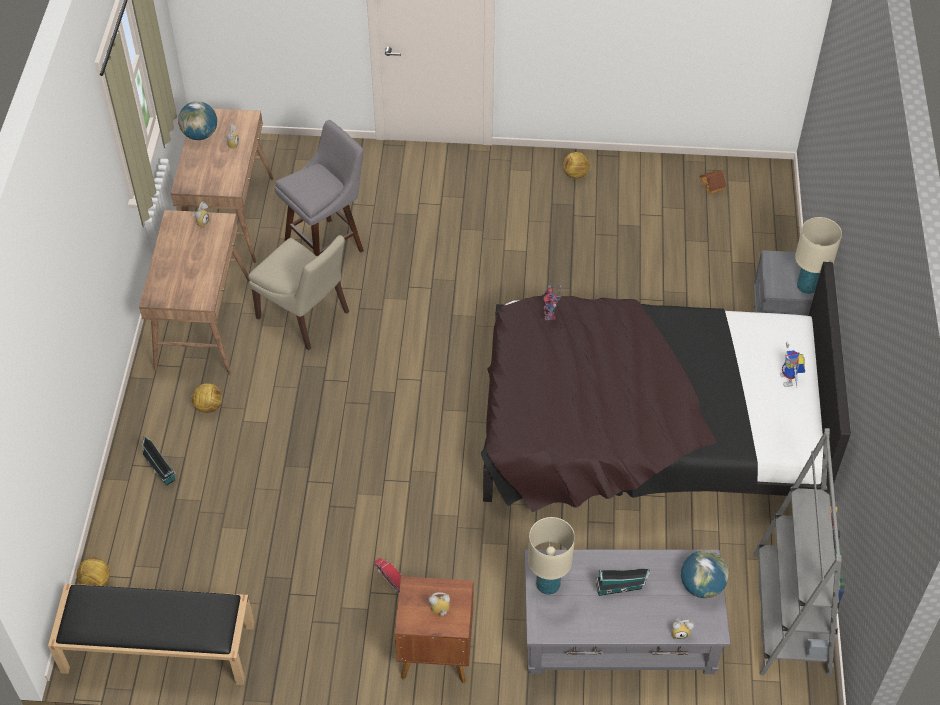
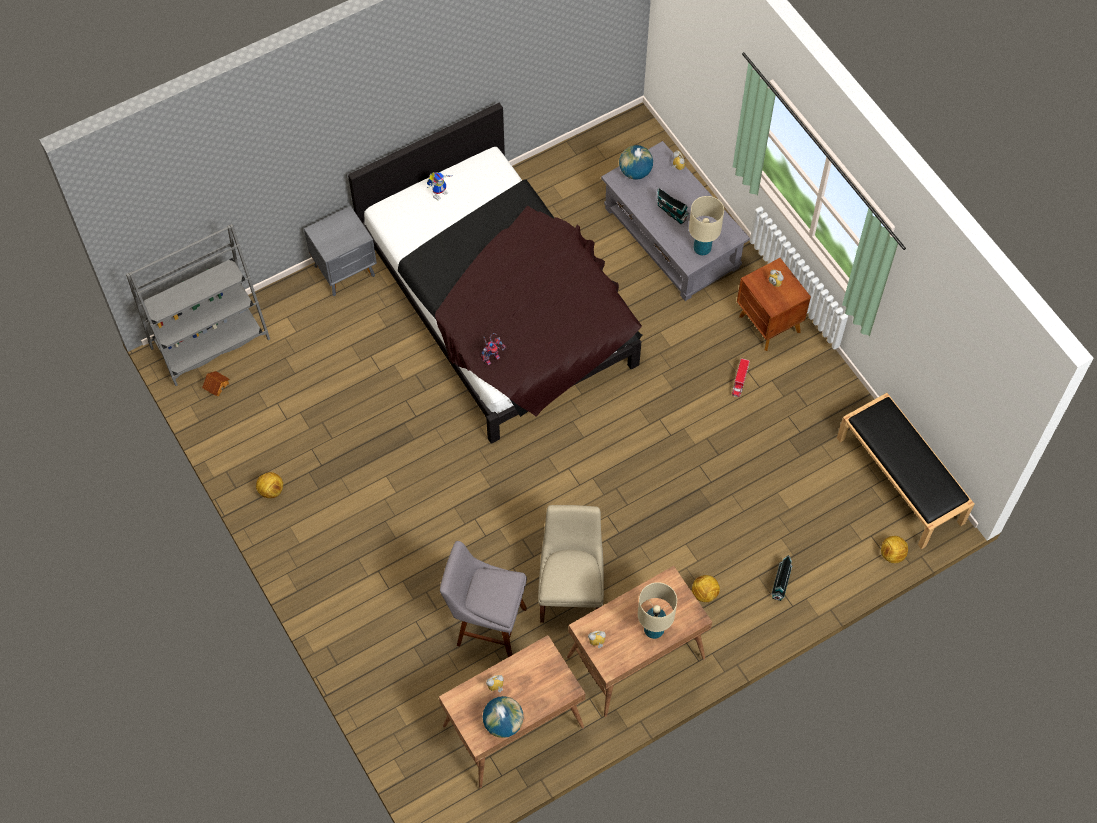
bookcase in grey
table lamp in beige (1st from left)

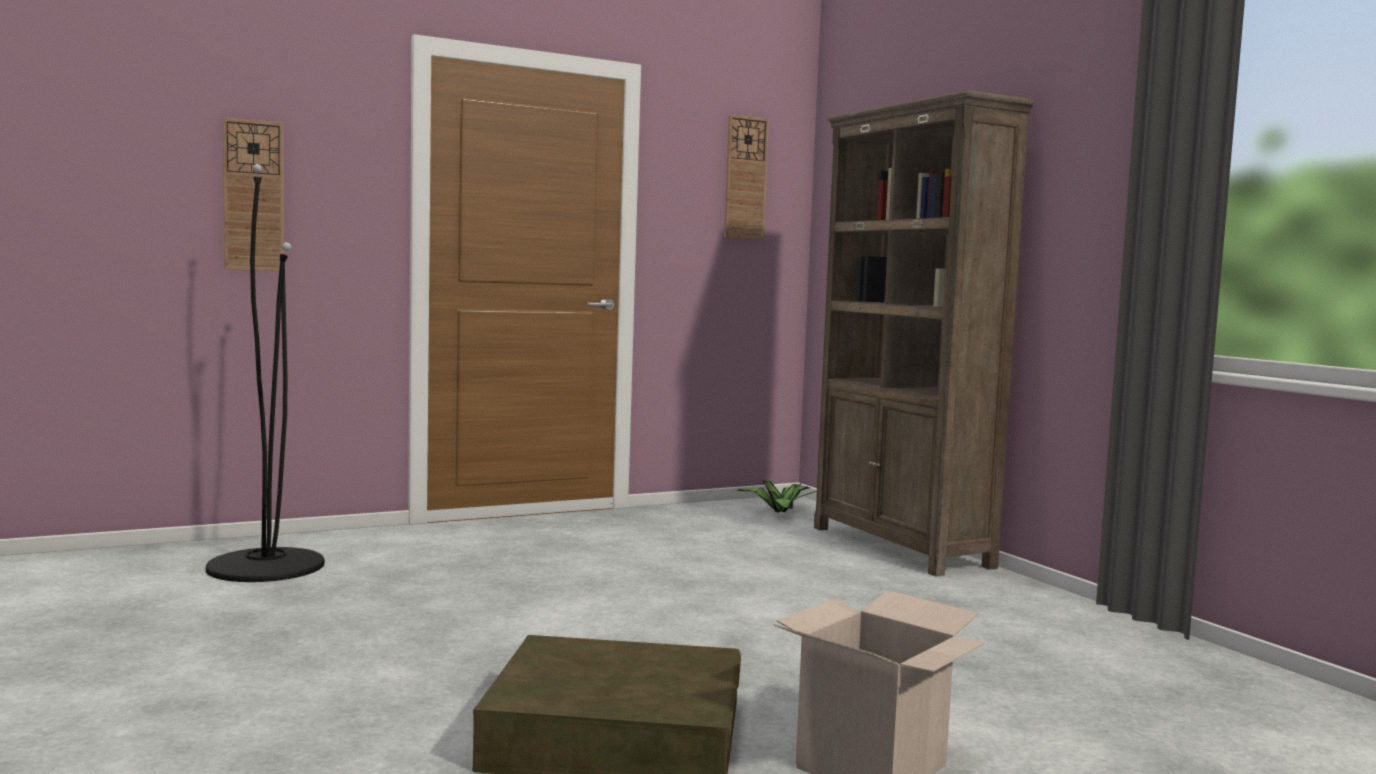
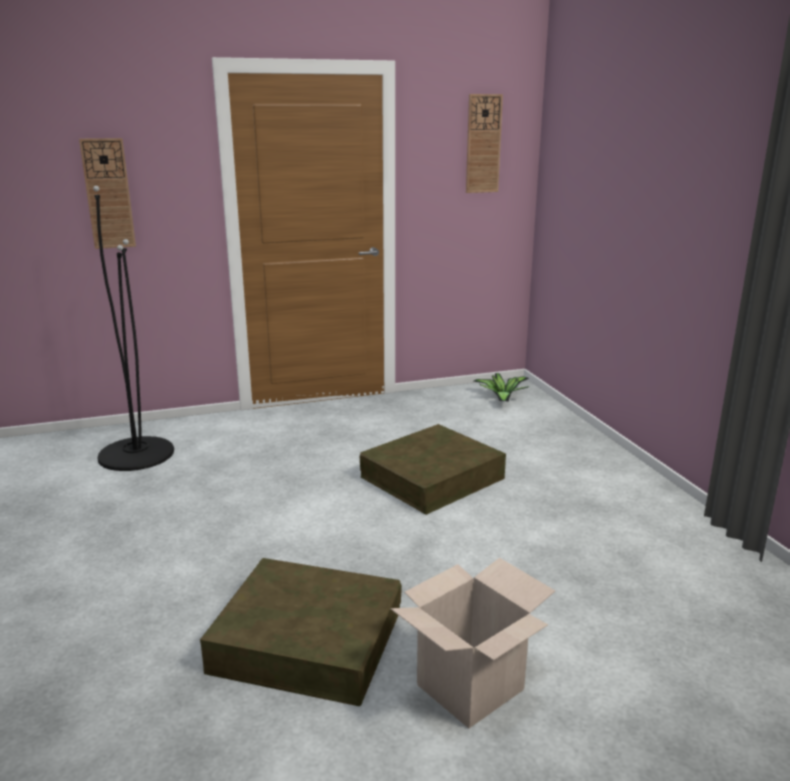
bookcase in brown
storage box in brown (2nd from left)

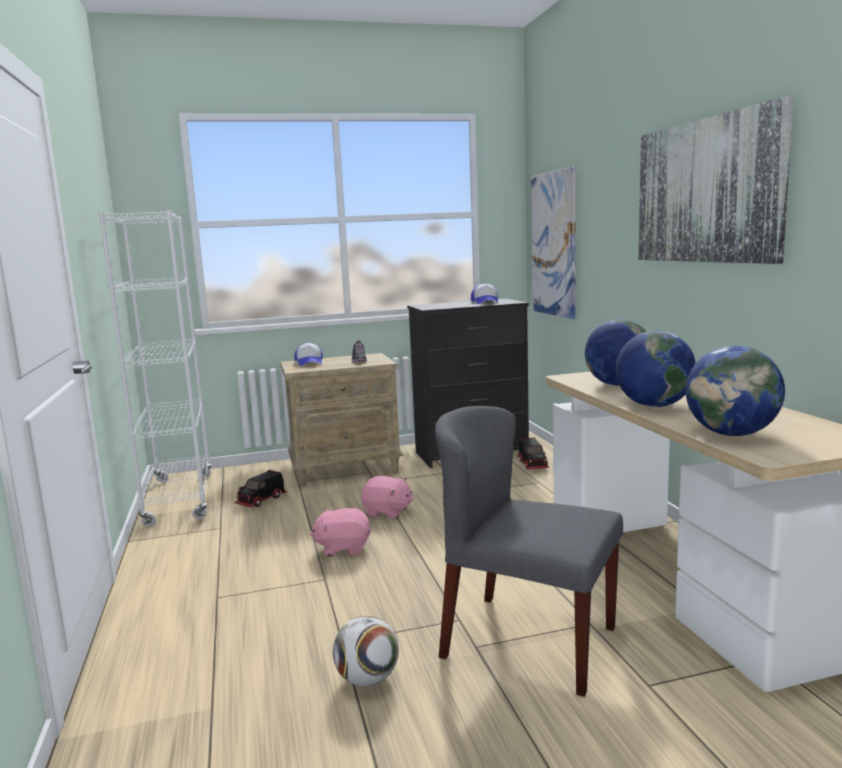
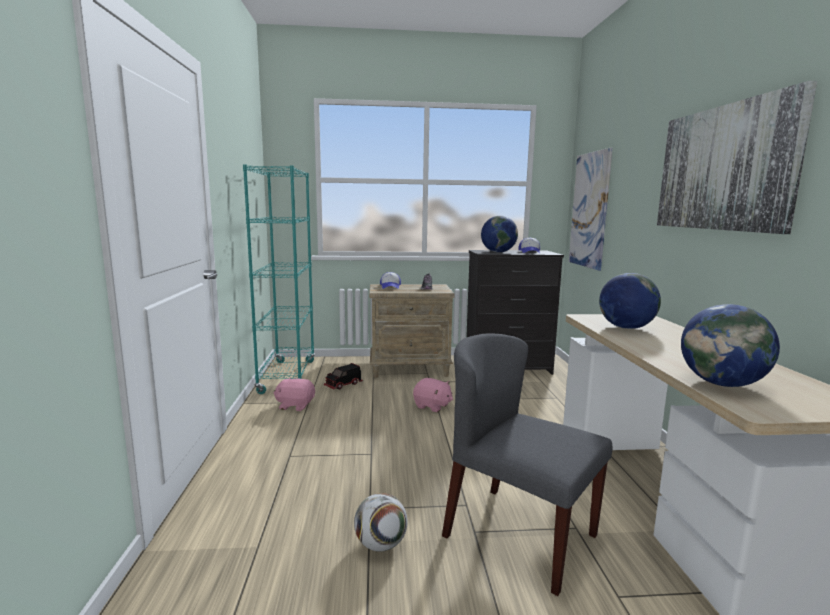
toy truck (2nd from left in the first image)
plush toy in pink (1st from left)
globe (1st from left)
bookcase in turquoise

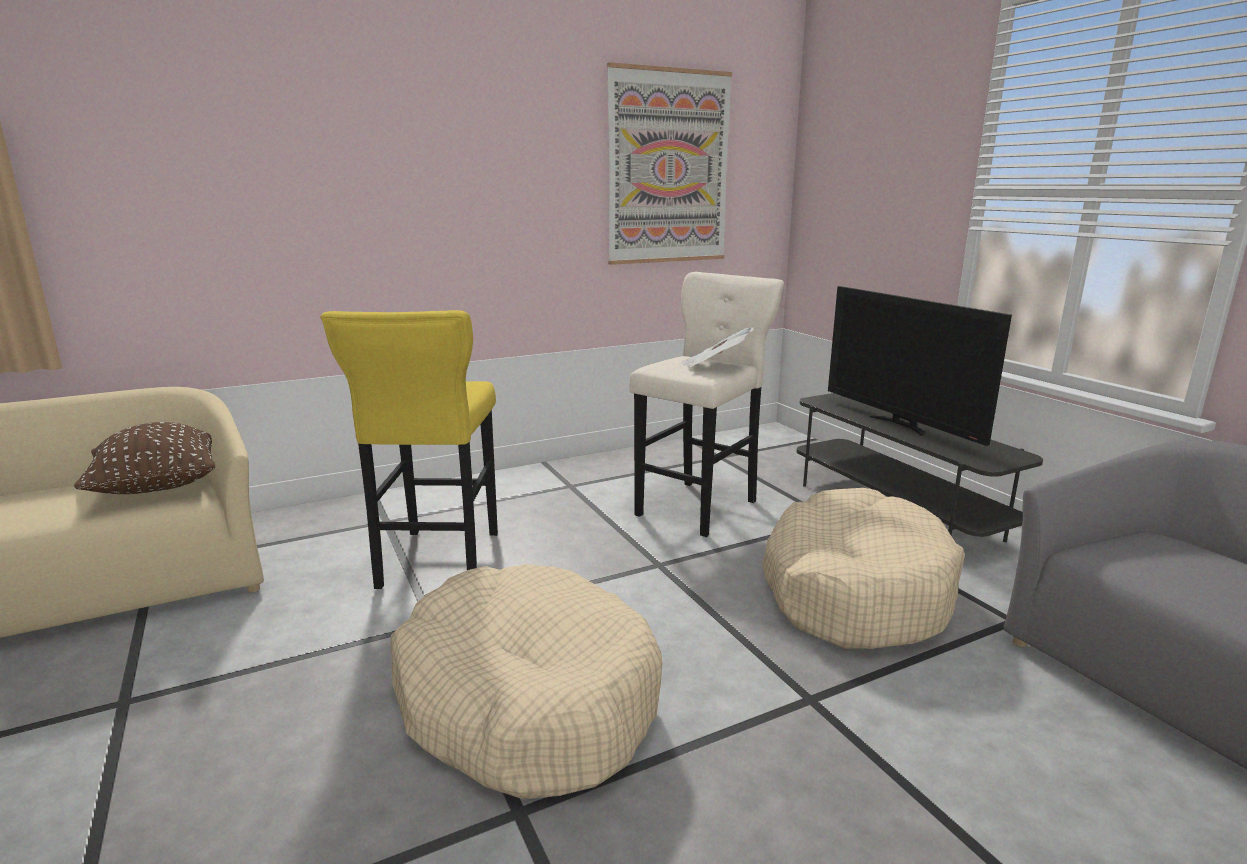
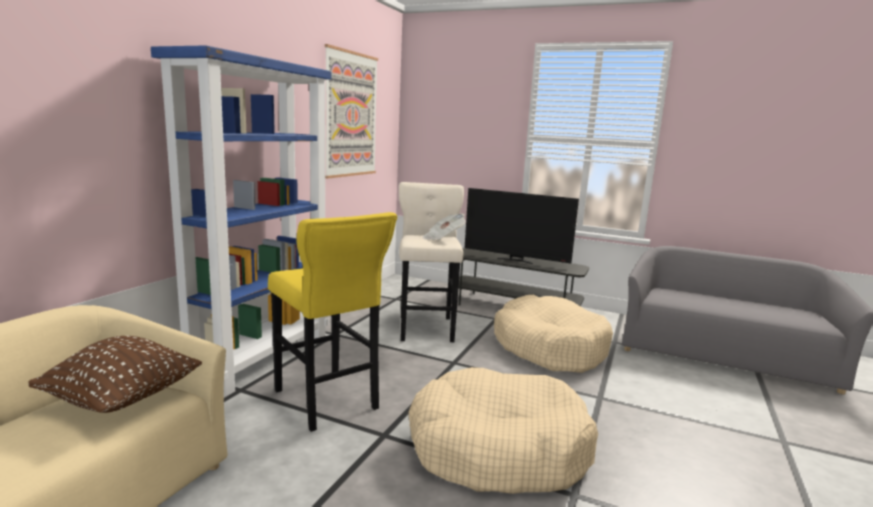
bookcase in blue

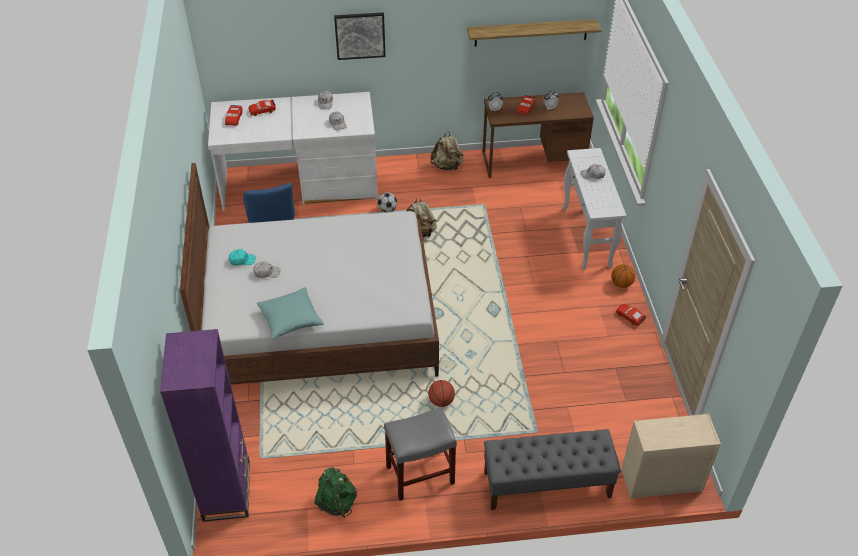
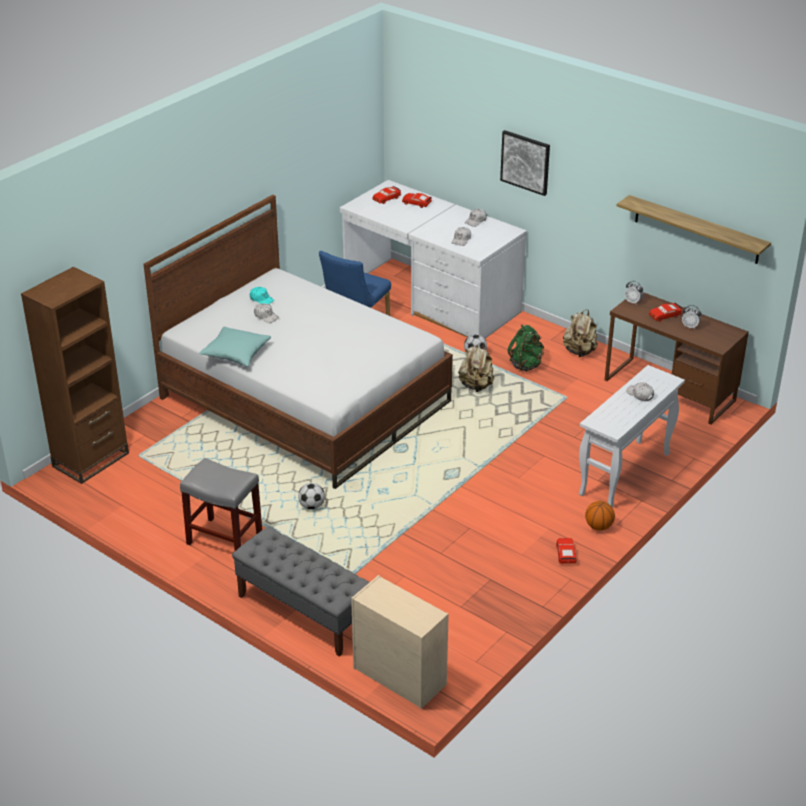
backpack in green
football (1st from left)
bookcase in brown

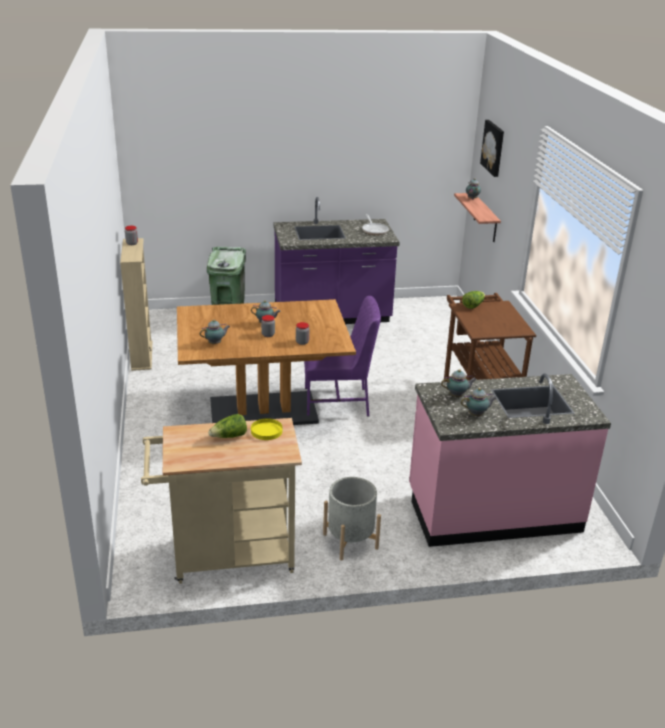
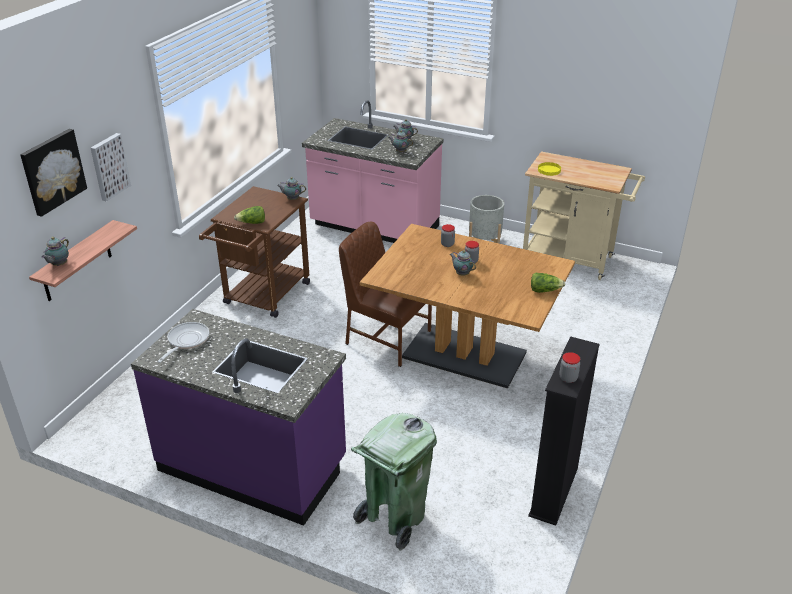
picture (2nd from left)
teapot (2nd from left)
lettuce (2nd from left)
bookcase in black
chair in brown

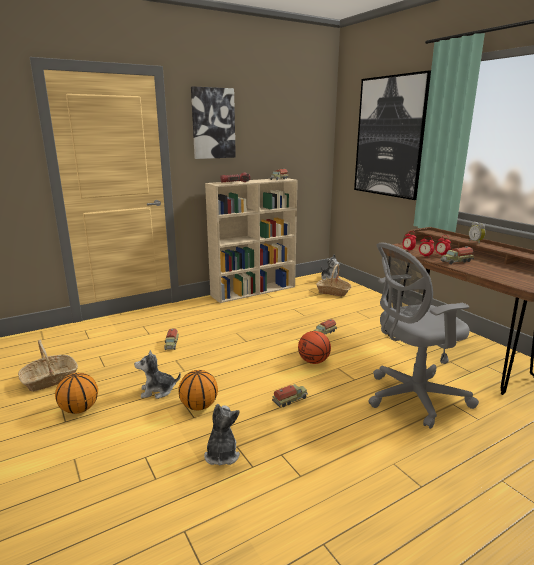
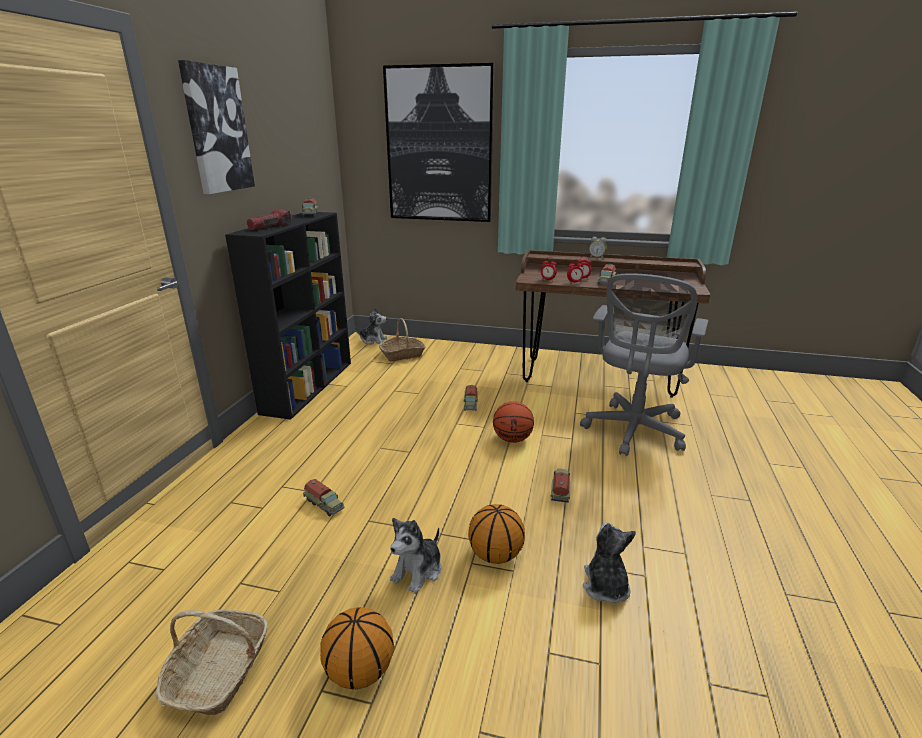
bookcase in black
plush toy (3rd from left)

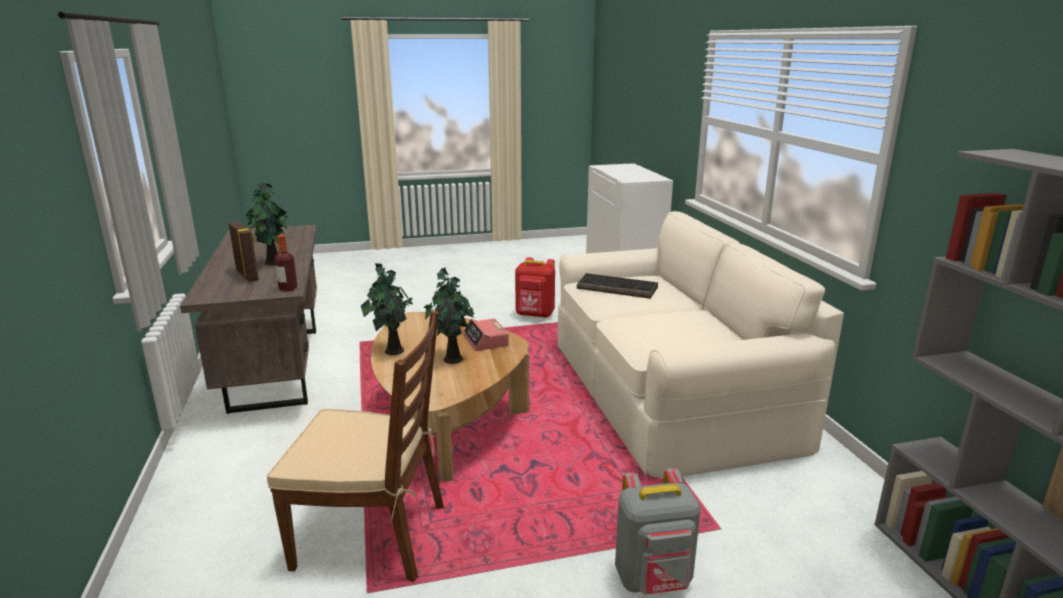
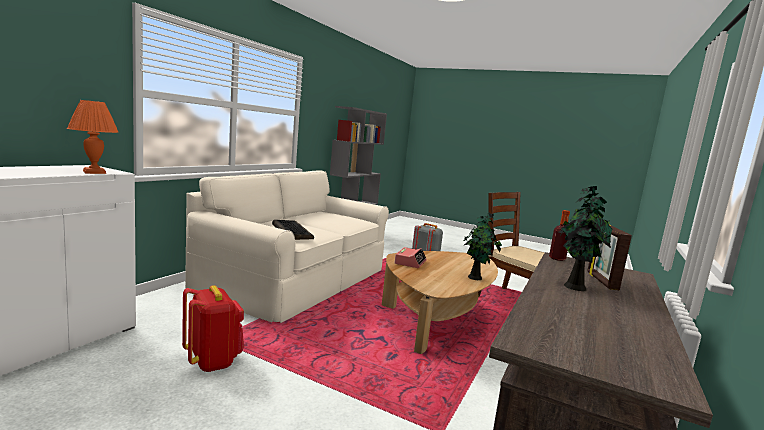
potted plant (3rd from left in the first image)
table lamp in orange

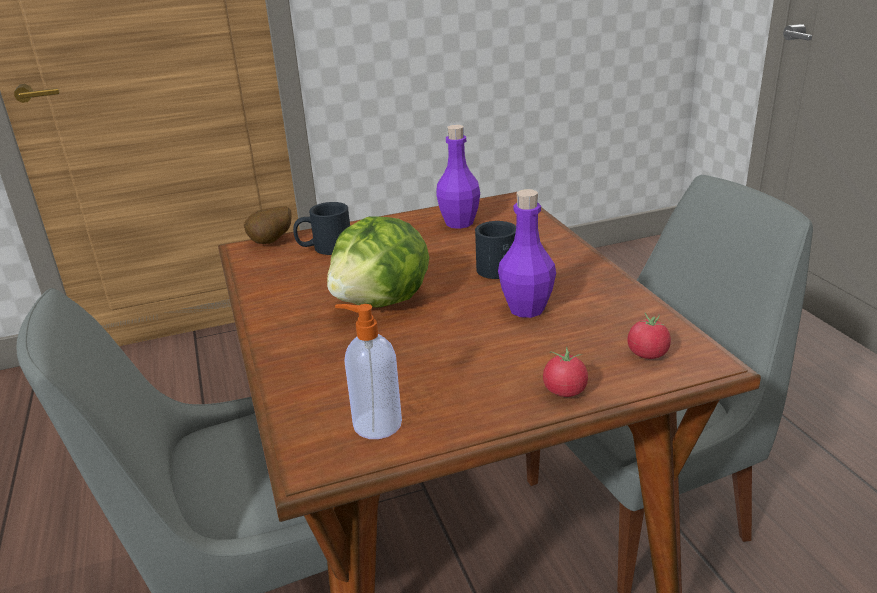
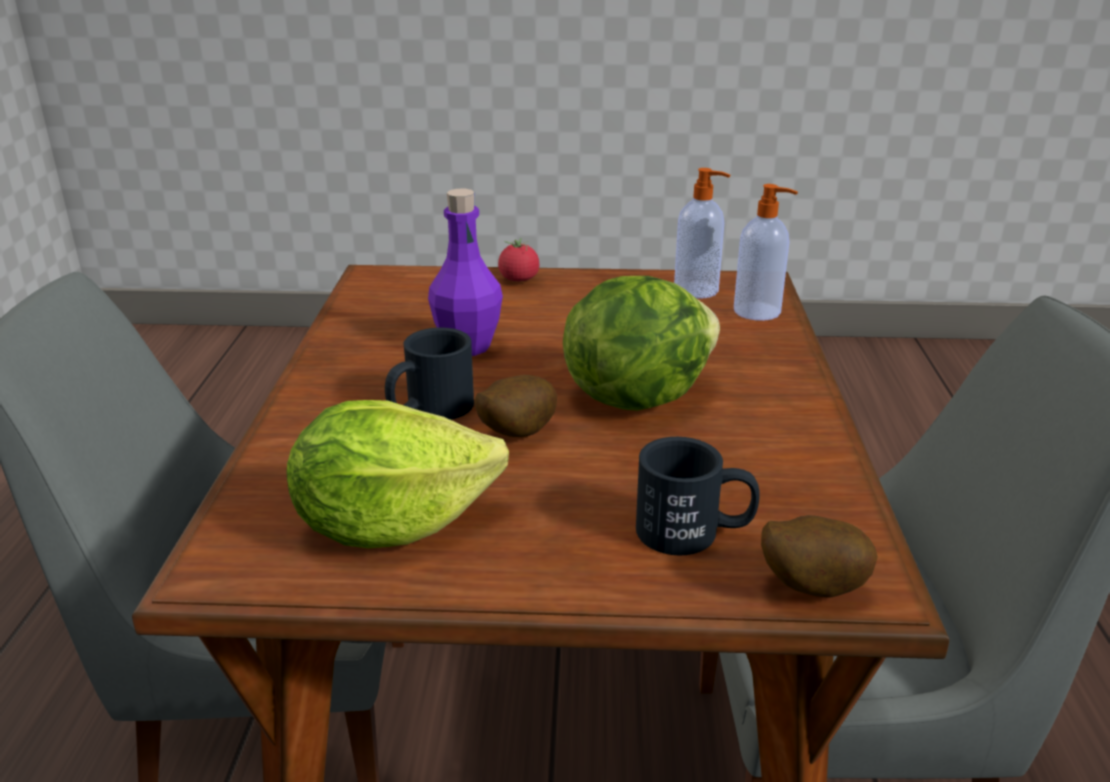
tomato (2nd from left in the first image)
potato (1st from left)
soap dispenser (2nd from left)
lettuce (1st from left)

